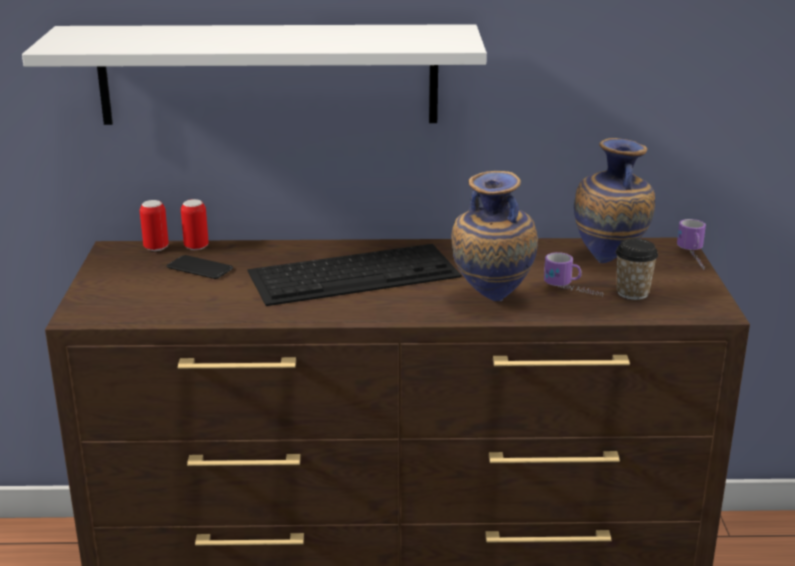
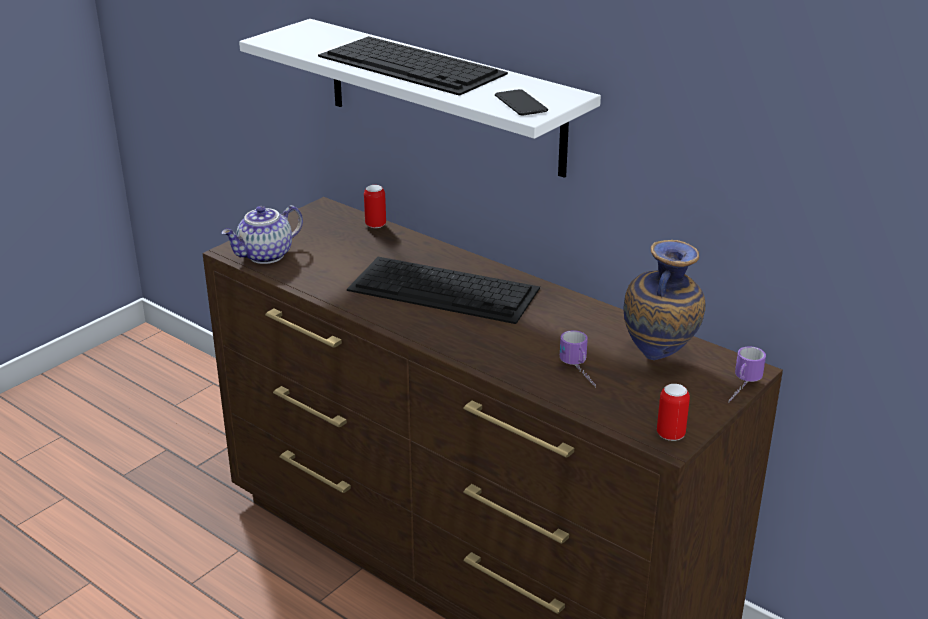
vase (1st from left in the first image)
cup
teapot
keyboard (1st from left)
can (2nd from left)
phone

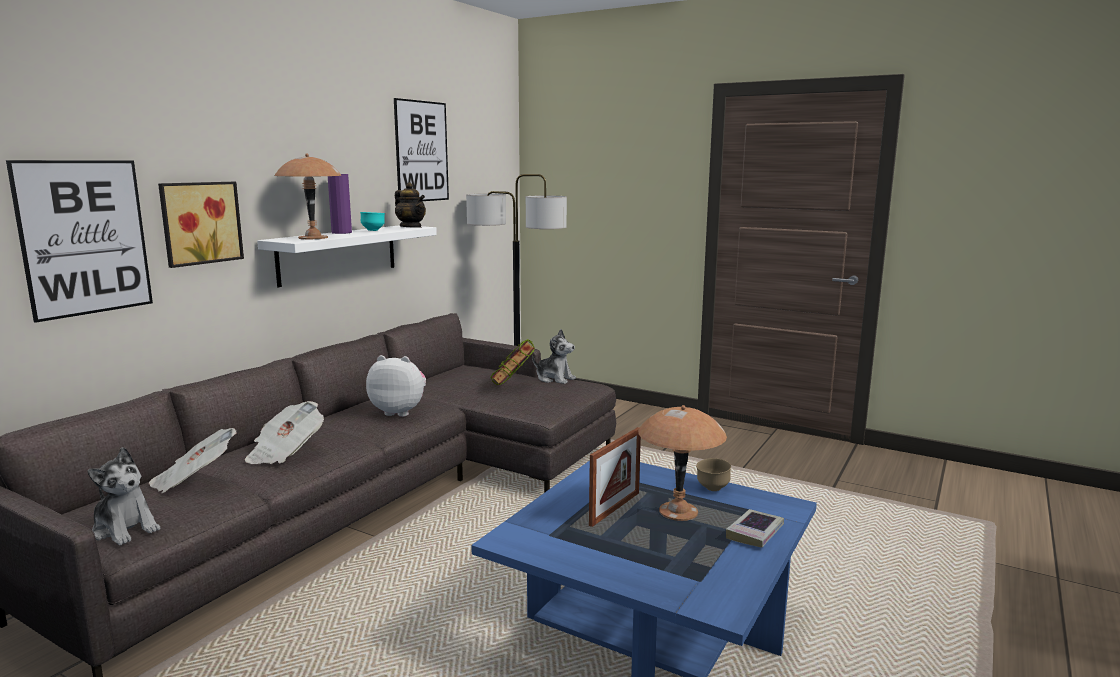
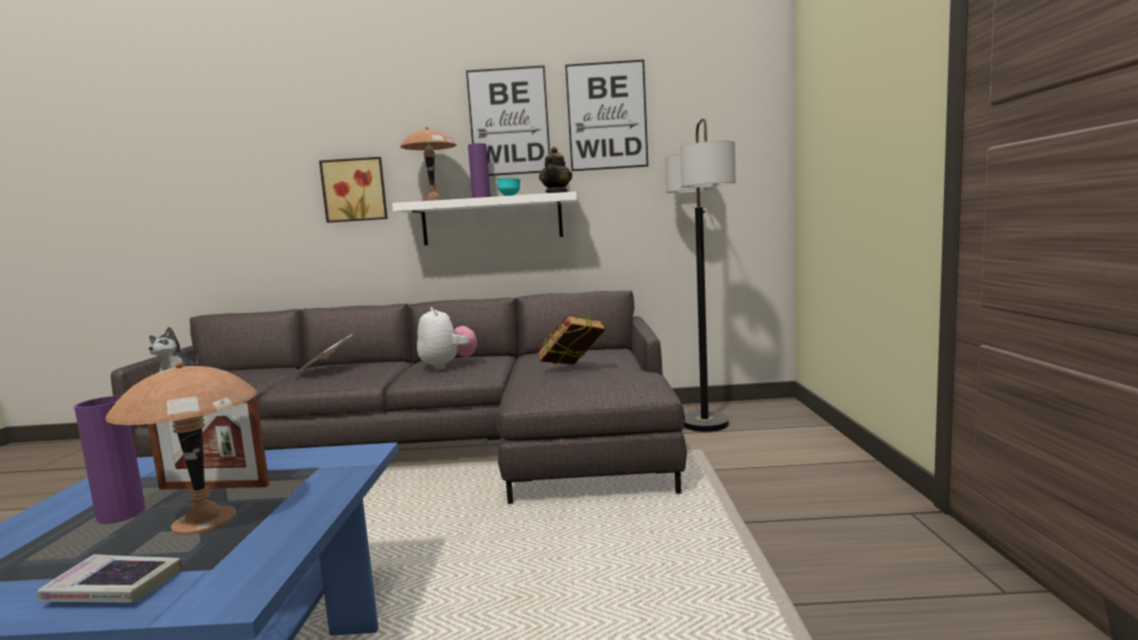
newspaper (1st from left in the first image)
plush toy (3rd from left in the first image)
bowl in brown
vase in purple (1st from left)
picture (2nd from left)

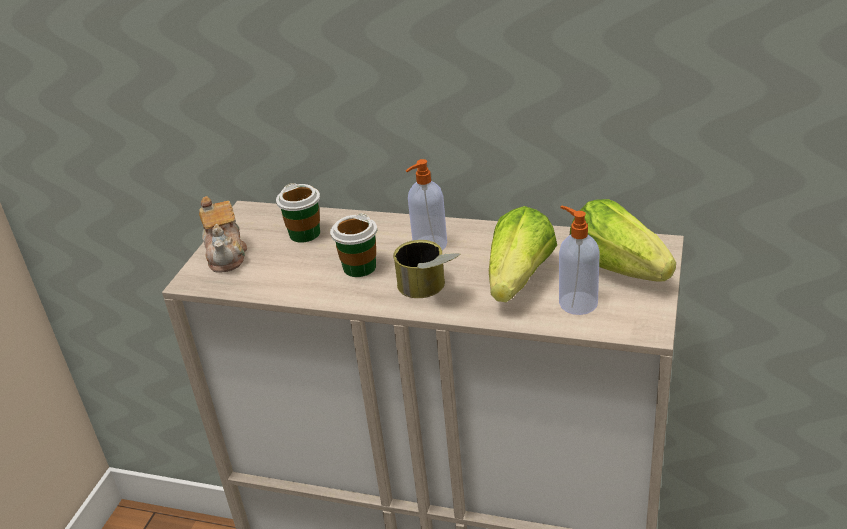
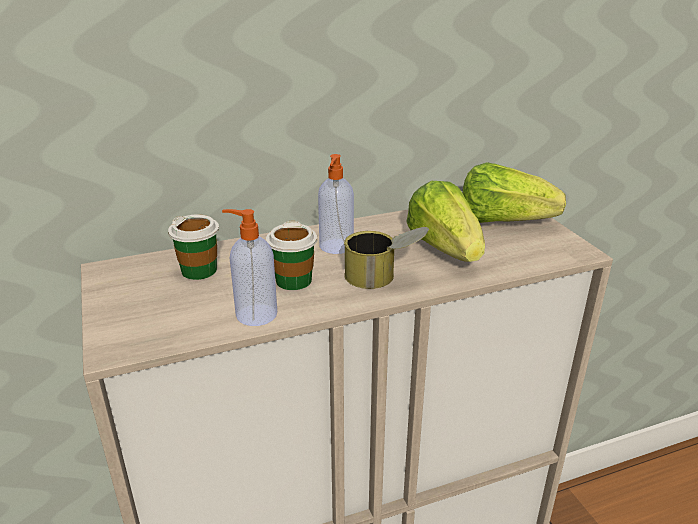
teapot
soap dispenser (1st from left)

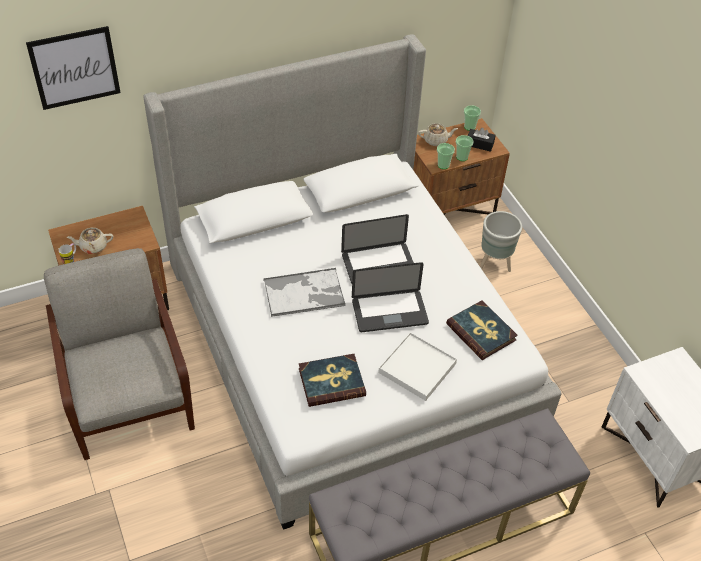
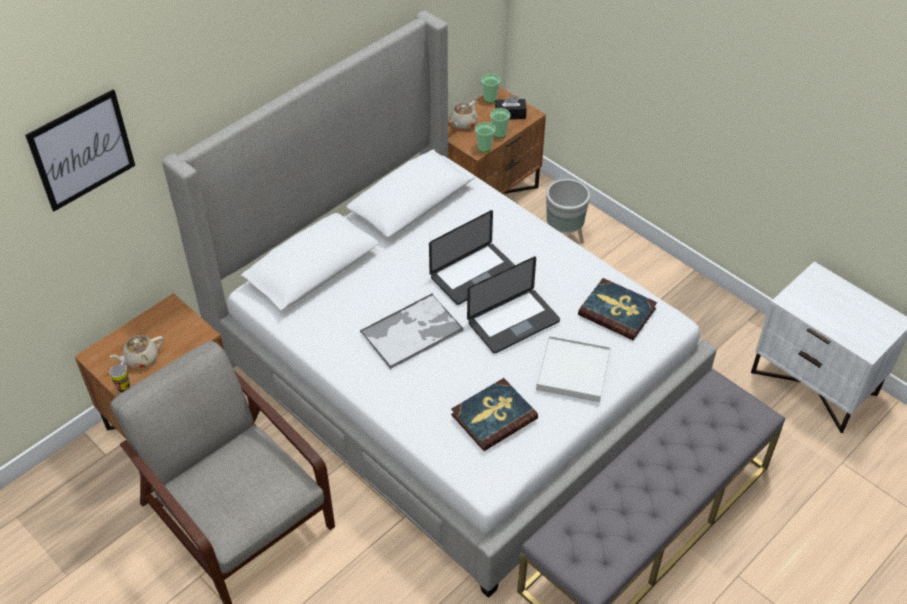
teapot in beige (2nd from left)

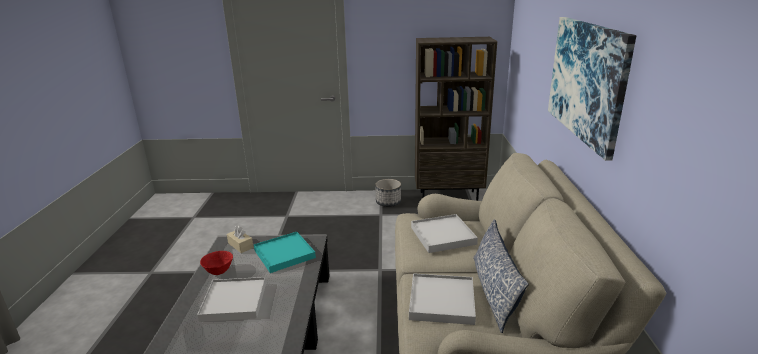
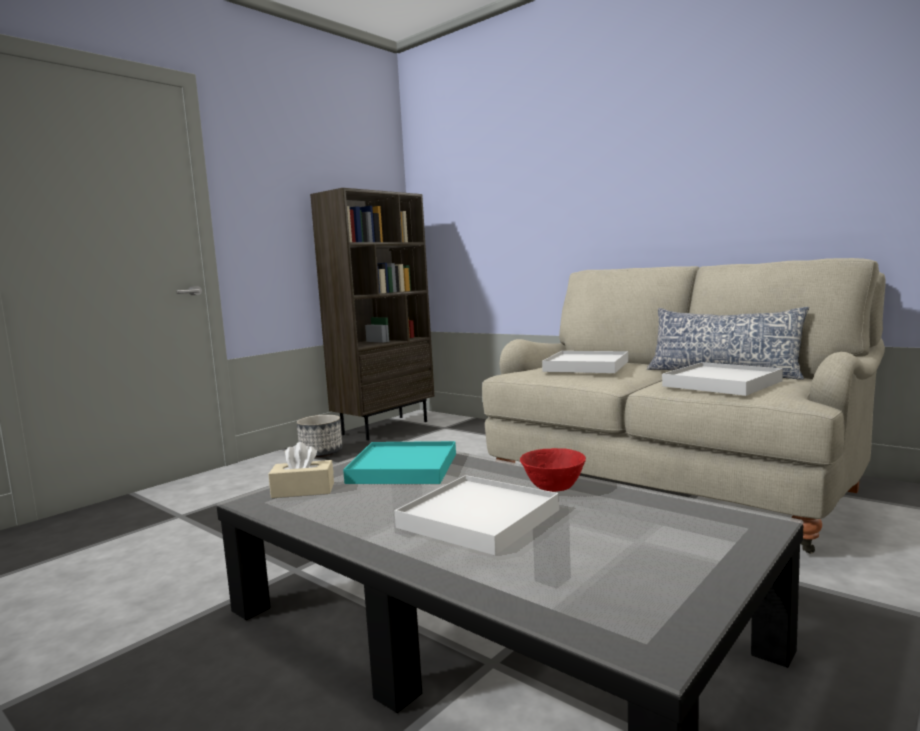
picture
bowl in red

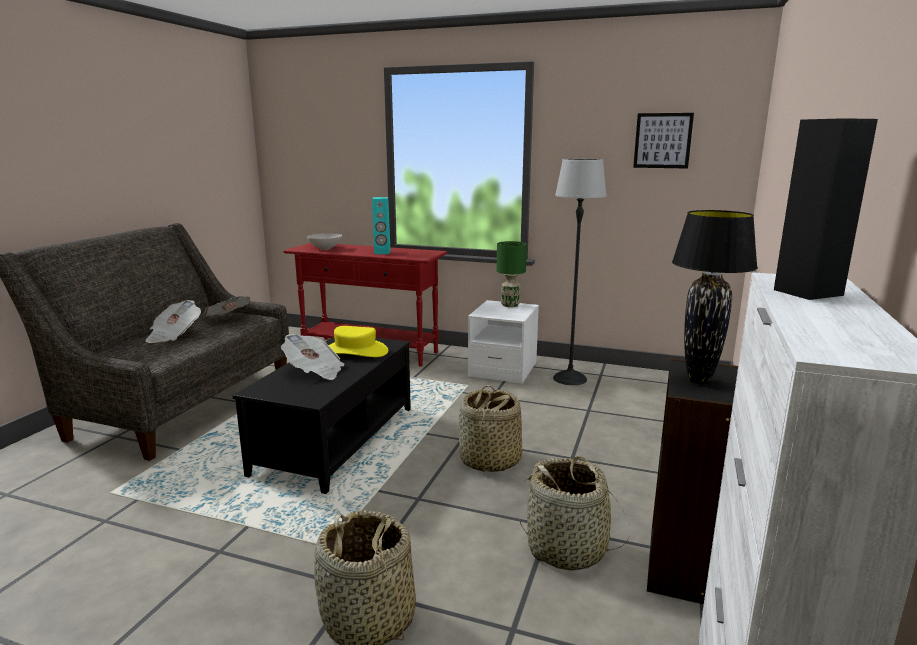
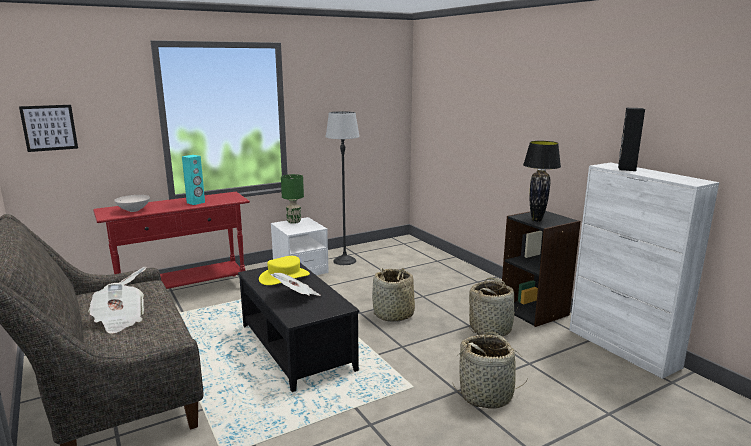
picture

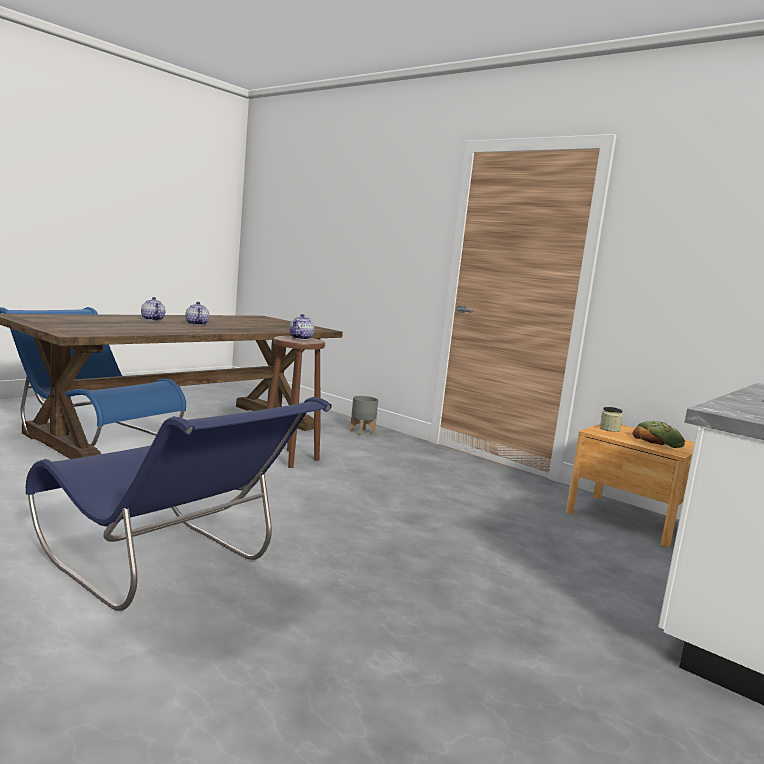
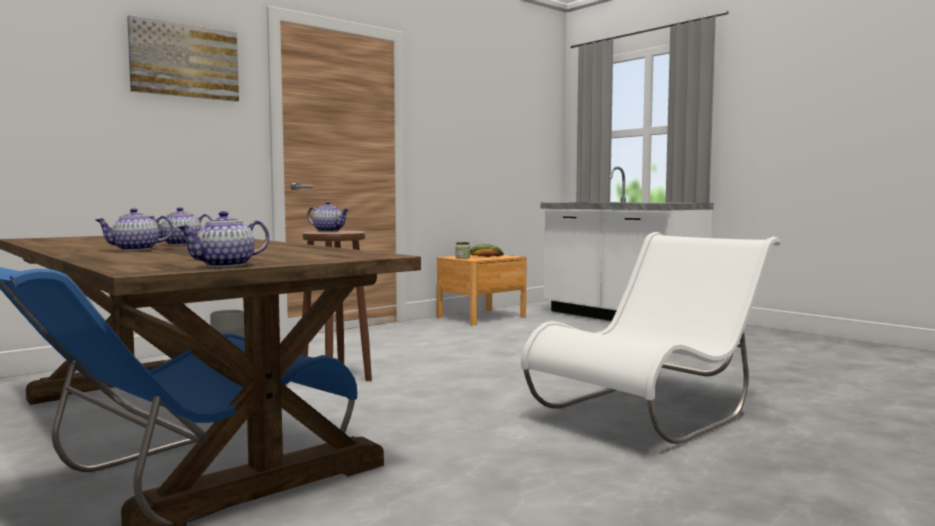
picture
teapot (3rd from left)
chair in white

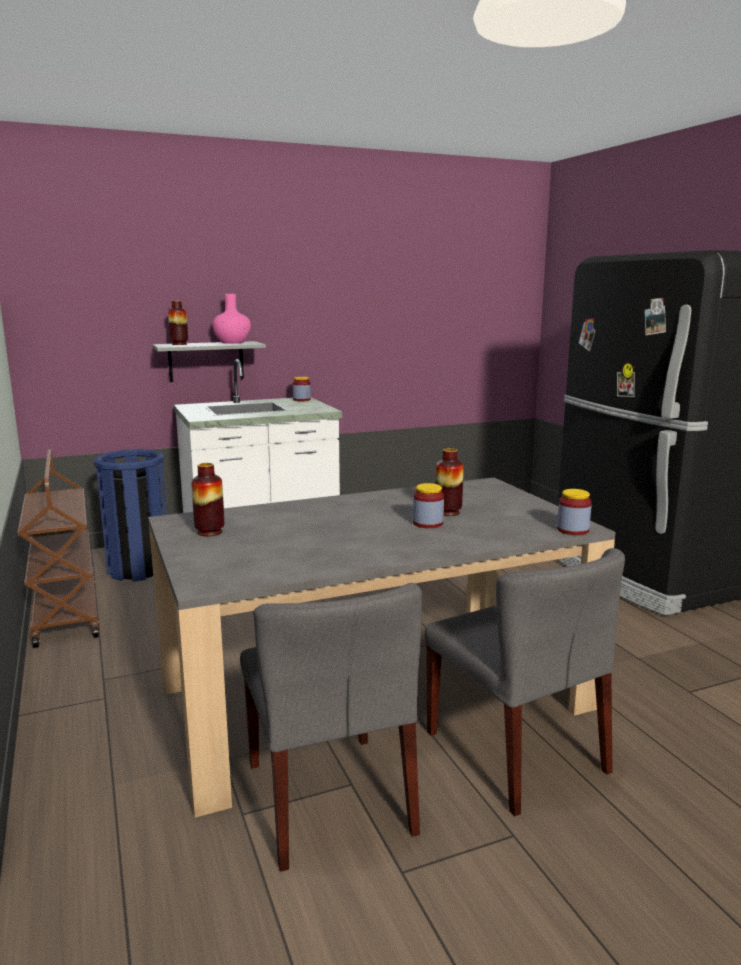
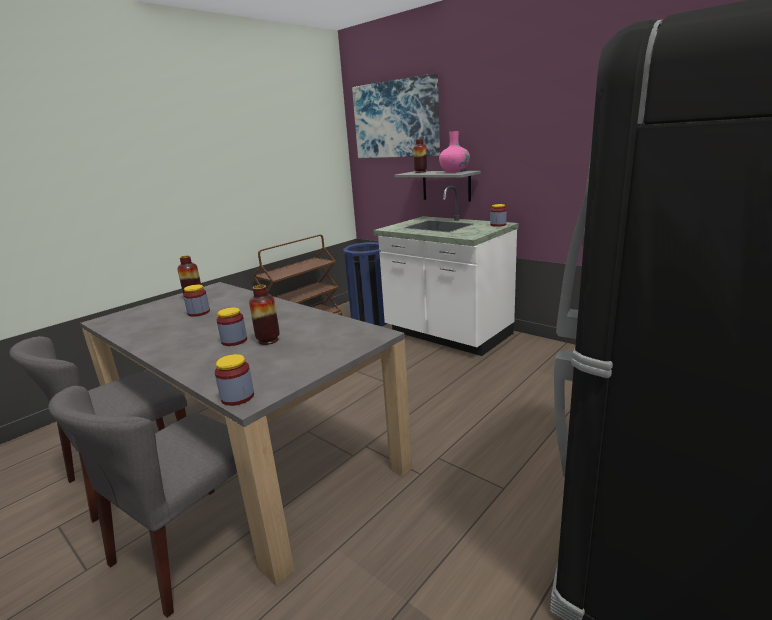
jar (1st from left)
picture

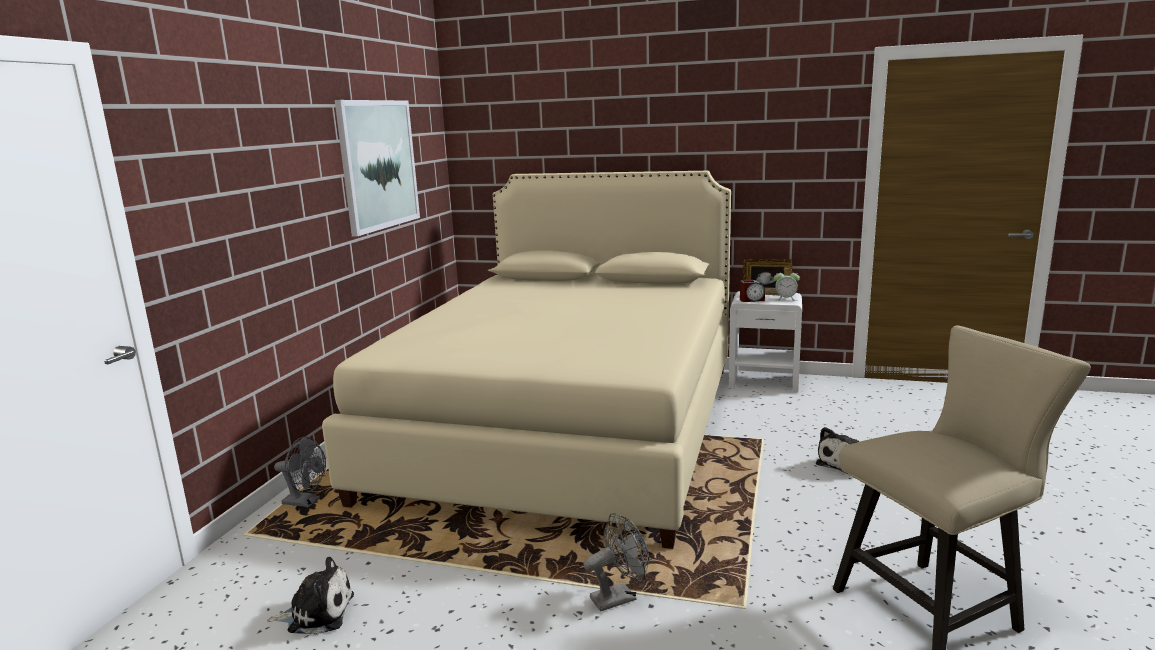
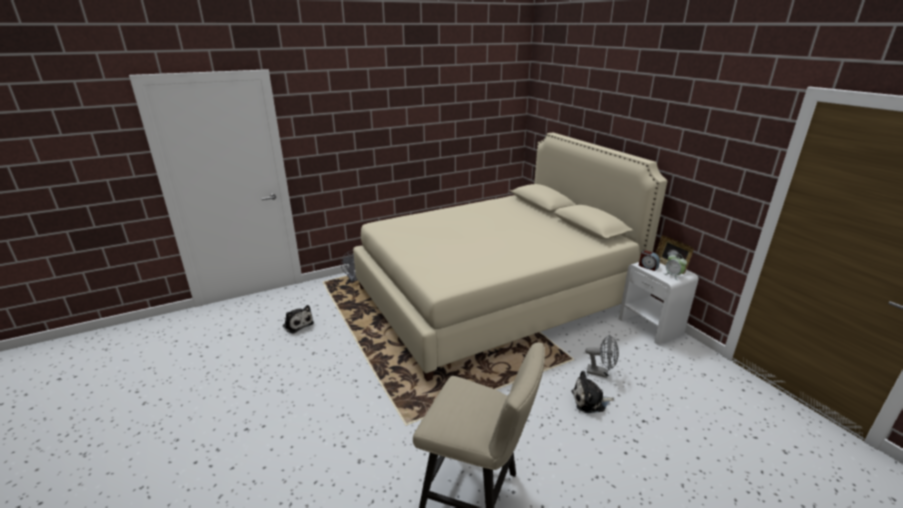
picture
fan in grey (2nd from left)

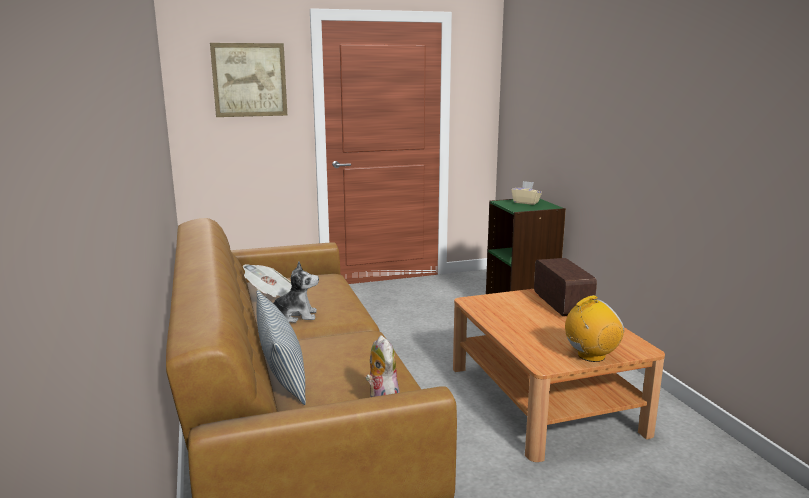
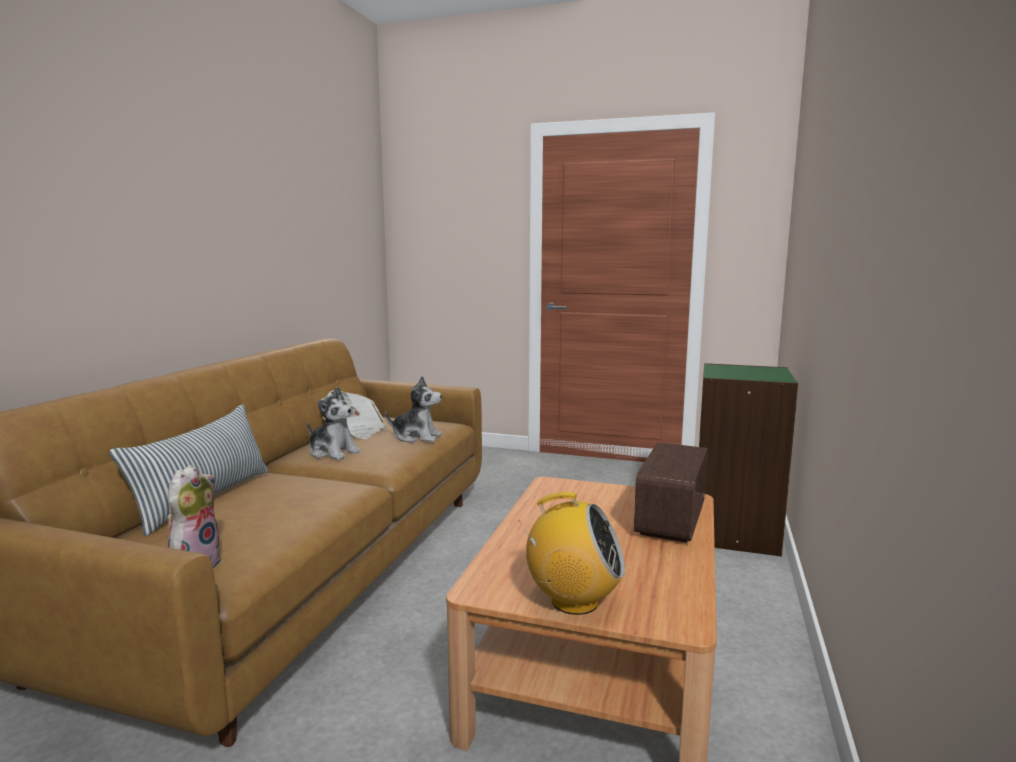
picture
tissue box in beige
plush toy (3rd from left)

